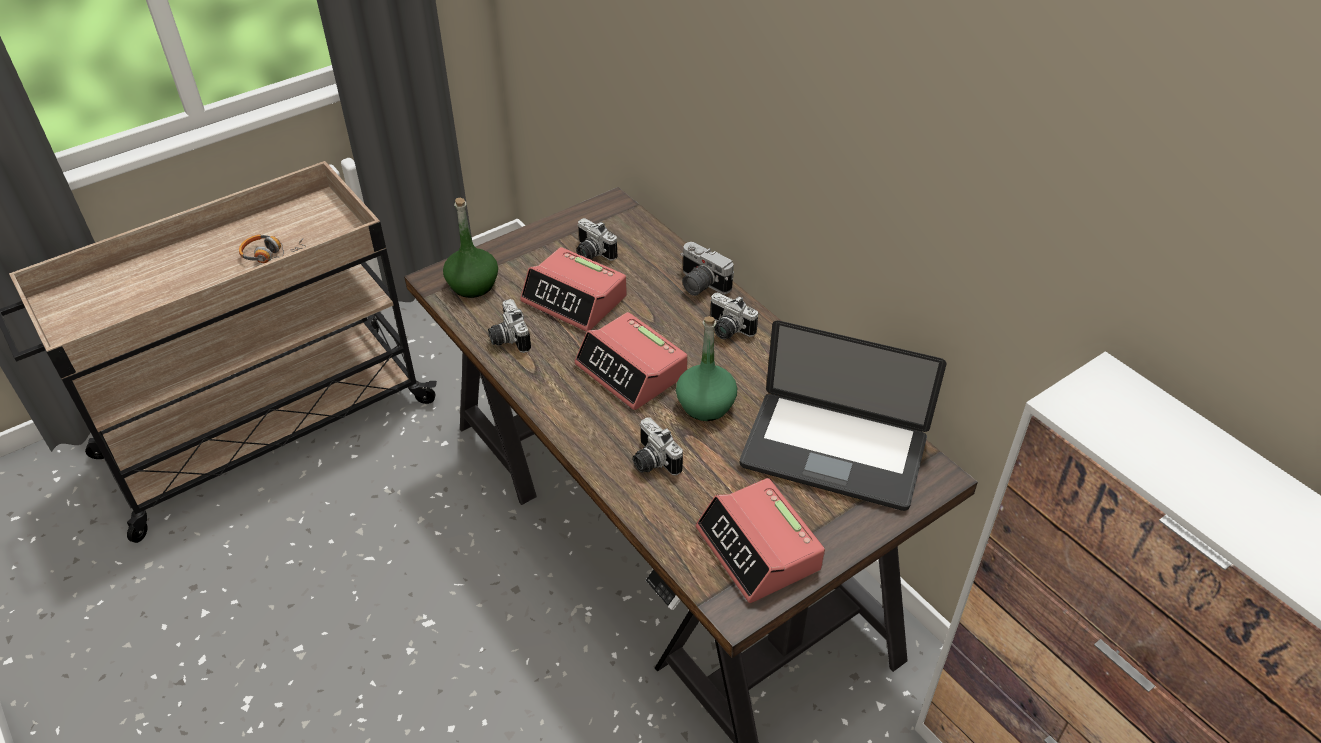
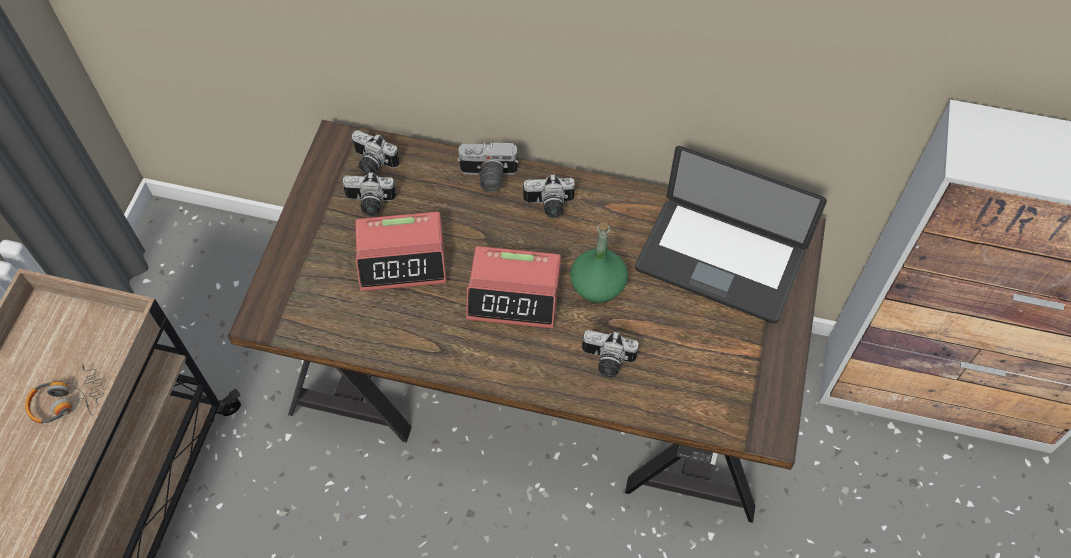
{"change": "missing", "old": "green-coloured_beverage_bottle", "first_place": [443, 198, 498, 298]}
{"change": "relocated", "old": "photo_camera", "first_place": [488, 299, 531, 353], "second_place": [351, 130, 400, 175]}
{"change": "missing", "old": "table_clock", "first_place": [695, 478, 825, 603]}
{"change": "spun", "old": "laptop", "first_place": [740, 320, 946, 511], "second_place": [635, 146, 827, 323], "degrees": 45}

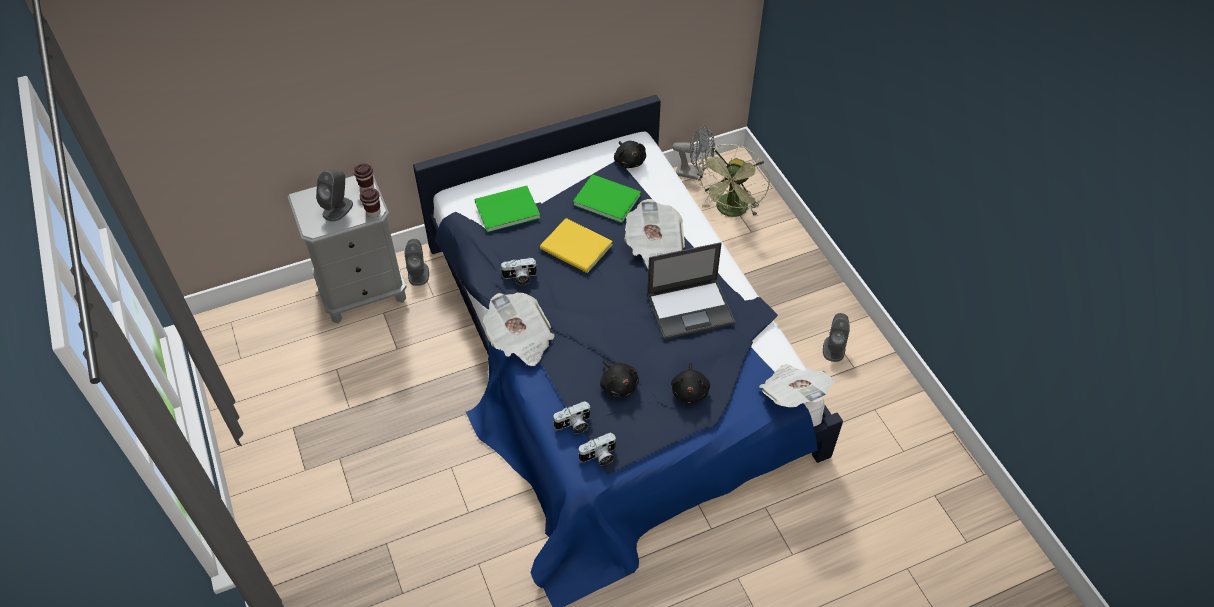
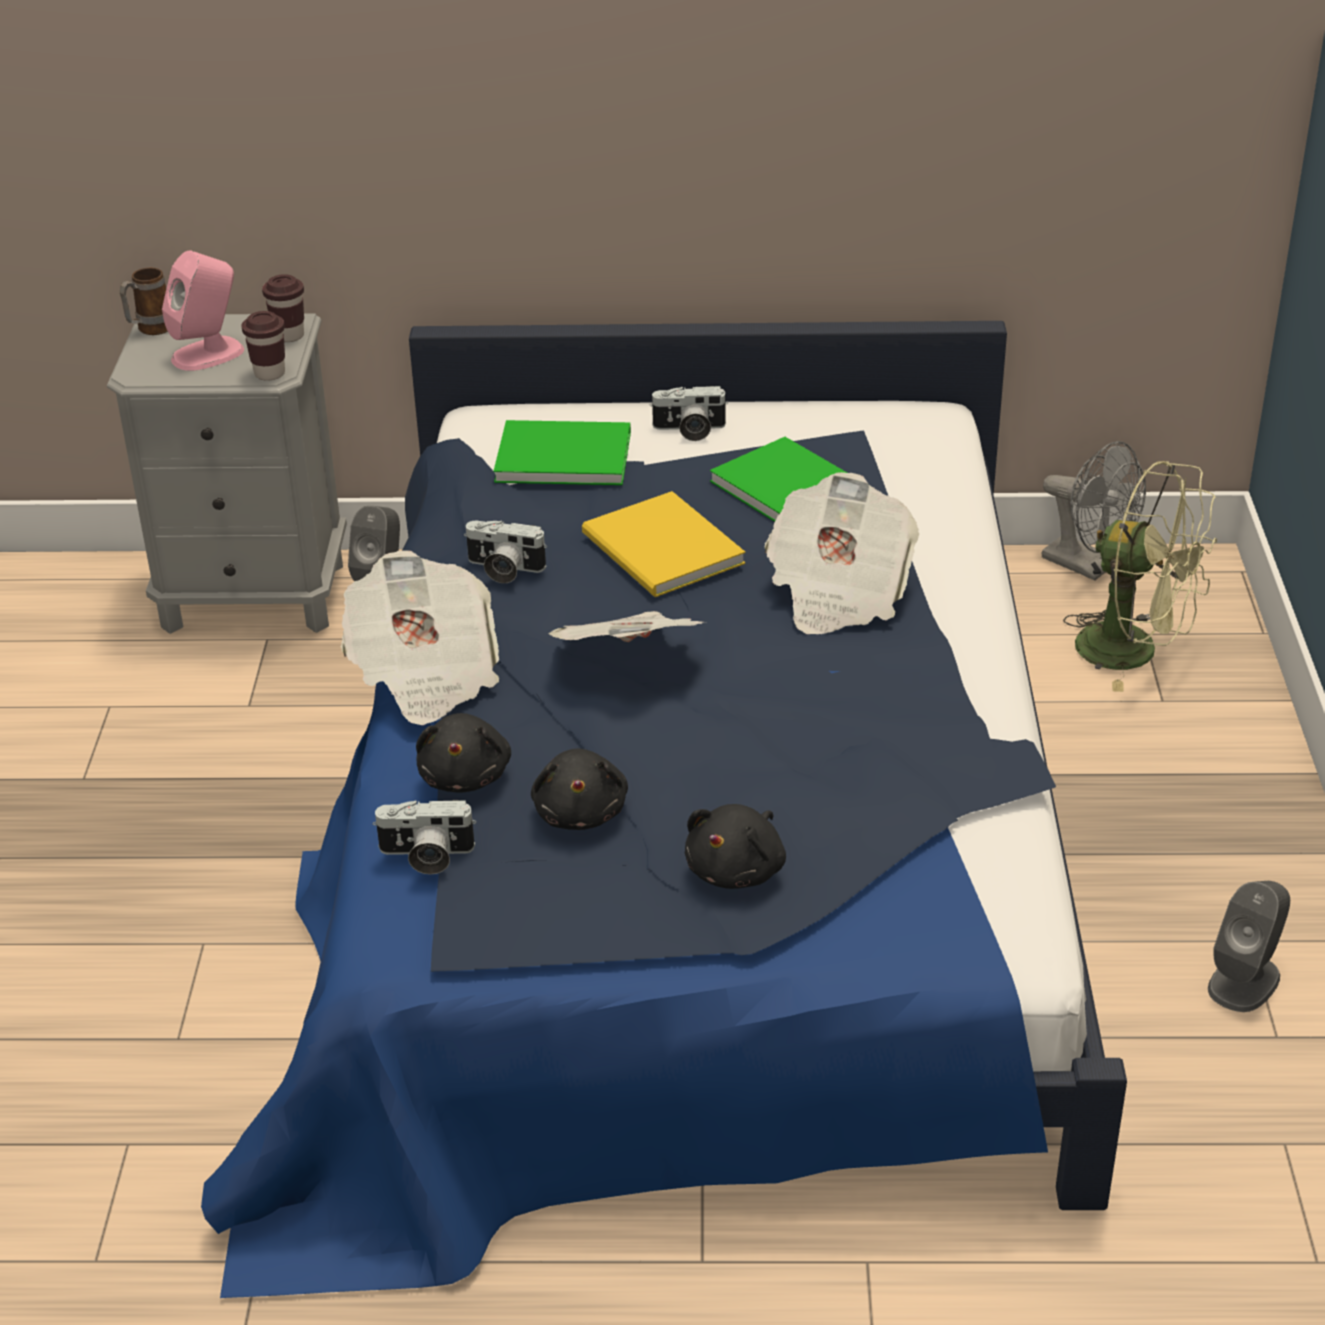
{"change": "colour", "old": "grey_speaker", "new": "pink-coloured_speaker", "first_place": [316, 169, 353, 222], "second_place": [162, 251, 244, 371]}
{"change": "relocated", "old": "photo_camera", "first_place": [578, 432, 616, 466], "second_place": [649, 386, 728, 441]}
{"change": "relocated", "old": "black_soft_toy", "first_place": [614, 141, 646, 168], "second_place": [416, 713, 511, 793]}
{"change": "missing", "old": "laptop", "first_place": [647, 242, 735, 340]}
{"change": "spun", "old": "green-coloured_cooling_fan", "first_place": [695, 144, 770, 217], "second_place": [1063, 461, 1217, 692], "degrees": -105}
{"change": "relocated", "old": "newspaper", "first_place": [759, 364, 835, 407], "second_place": [549, 611, 704, 642]}
{"change": "appeared", "new": "mug", "second_place": [120, 268, 168, 335]}

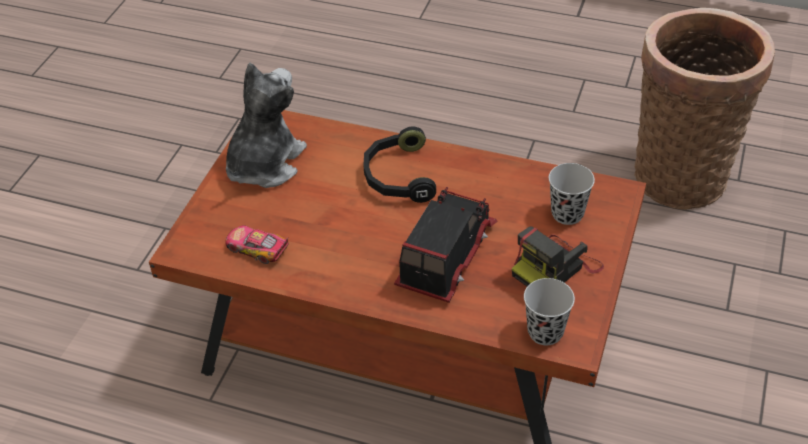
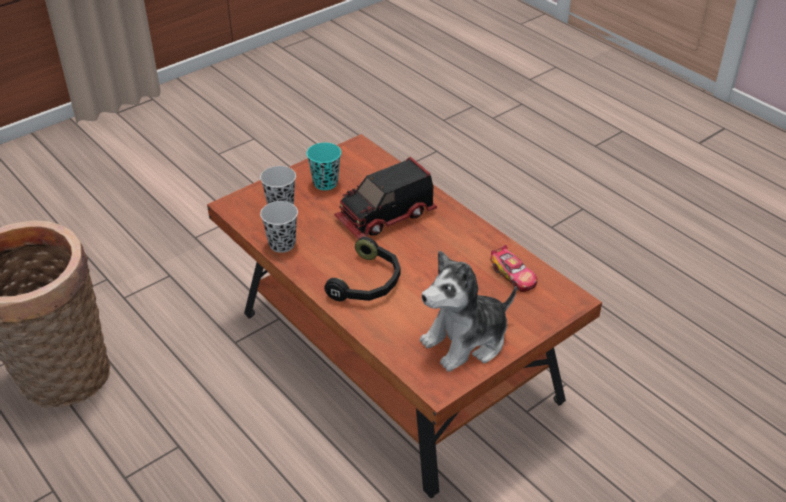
{"change": "exchanged", "old": "photo_camera", "new": "blue-green_cup", "first_place": [512, 226, 604, 286], "second_place": [307, 143, 341, 190]}
{"change": "relocated", "old": "black_cup", "first_place": [524, 278, 575, 345], "second_place": [260, 201, 298, 253]}

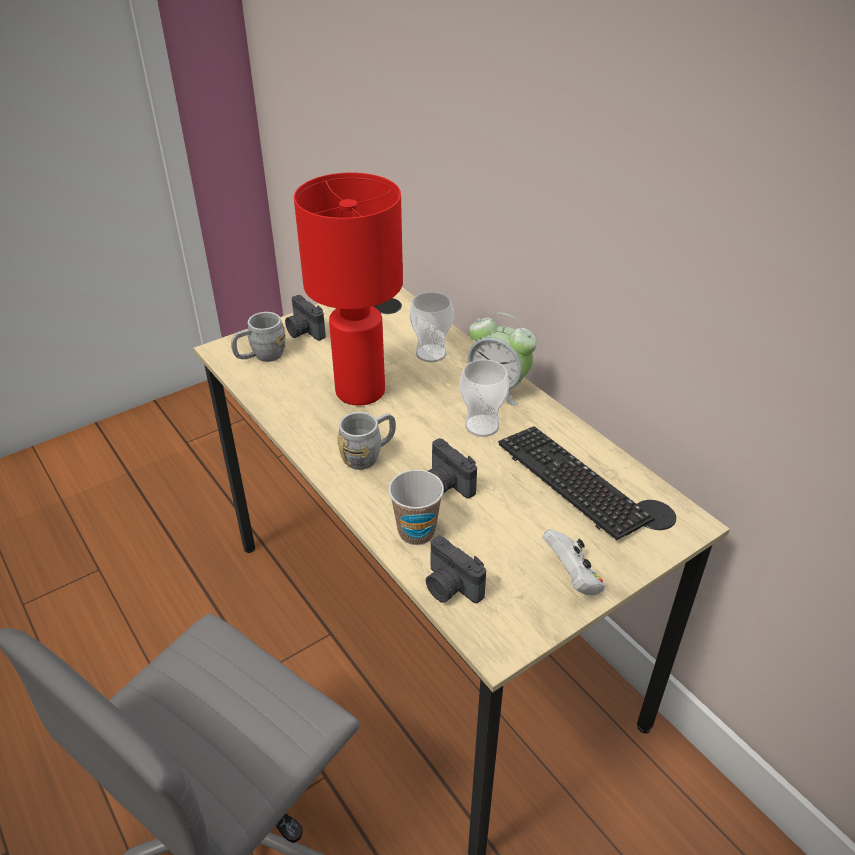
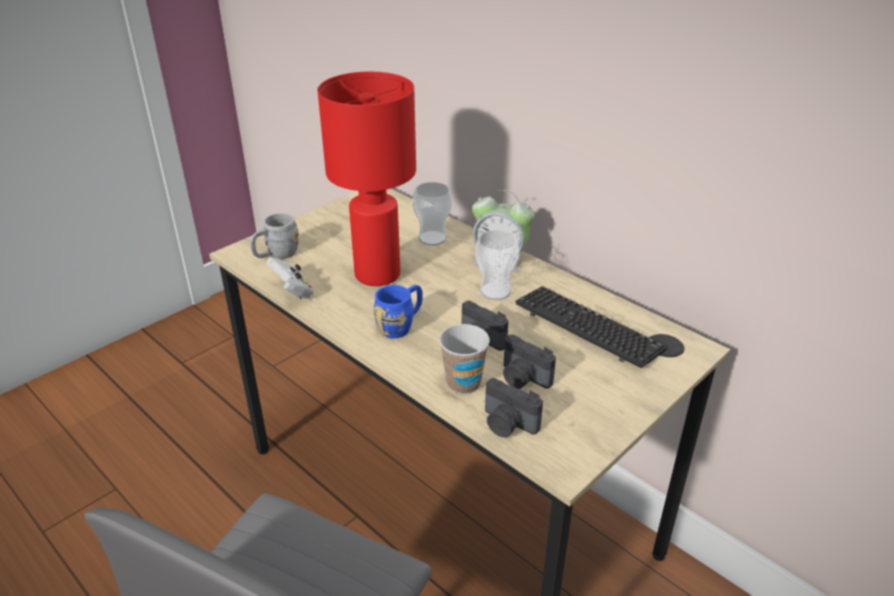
{"change": "relocated", "old": "photo_camera", "first_place": [285, 295, 326, 340], "second_place": [503, 335, 556, 389]}
{"change": "colour", "old": "grey_mug", "new": "blue-coloured_mug", "first_place": [337, 412, 396, 470], "second_place": [373, 285, 423, 338]}
{"change": "relocated", "old": "white_game_controller", "first_place": [542, 529, 605, 595], "second_place": [266, 257, 314, 299]}

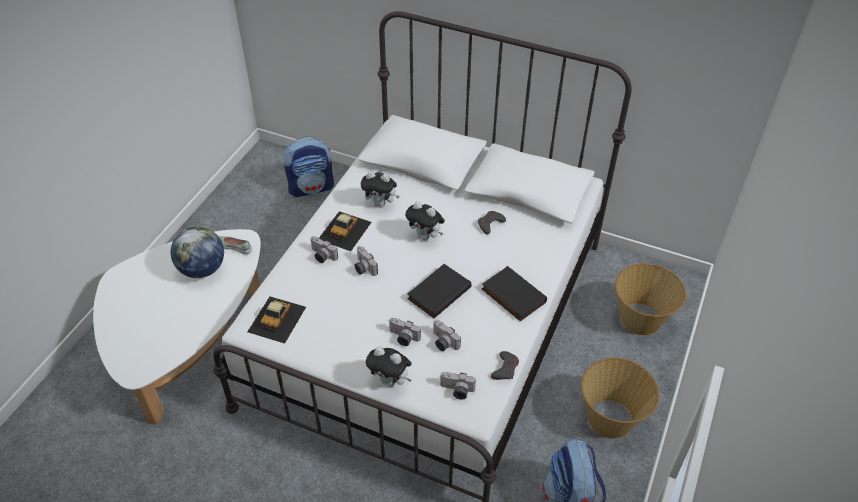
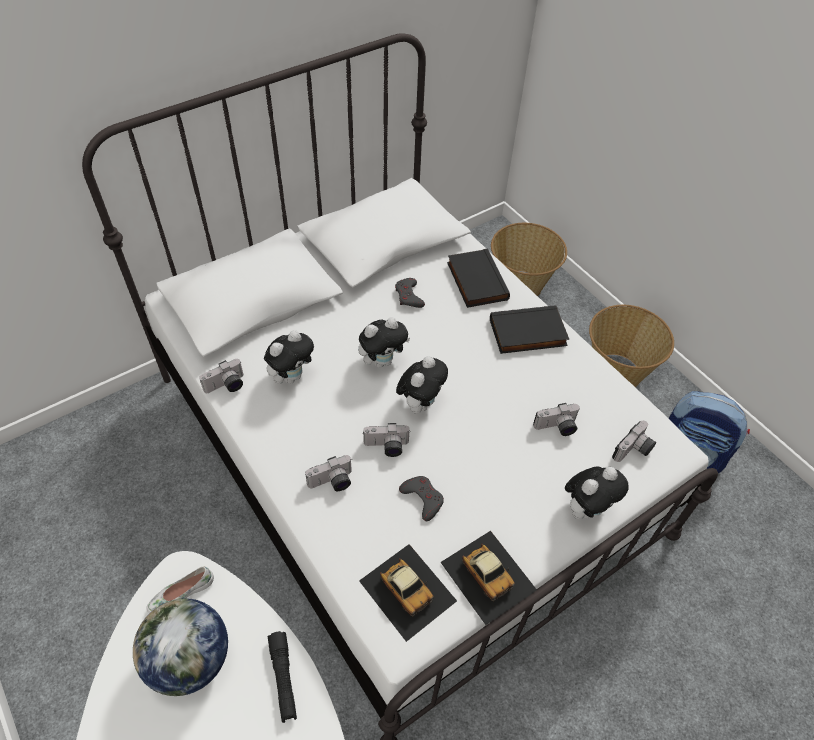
{"change": "missing", "old": "backpack", "first_place": [284, 137, 334, 197]}
{"change": "relocated", "old": "toy_car", "first_place": [319, 211, 372, 251], "second_place": [441, 531, 537, 625]}
{"change": "relocated", "old": "photo_camera", "first_place": [389, 318, 421, 346], "second_place": [199, 359, 243, 393]}
{"change": "relocated", "old": "black_bound_book", "first_place": [407, 264, 472, 318], "second_place": [447, 248, 510, 308]}
{"change": "relocated", "old": "grey_game_controller", "first_place": [491, 351, 519, 380], "second_place": [399, 476, 444, 521]}
{"change": "appeared", "new": "black_flashlight", "second_place": [268, 631, 297, 723]}
{"change": "appeared", "new": "soft_toy", "second_place": [396, 356, 448, 414]}

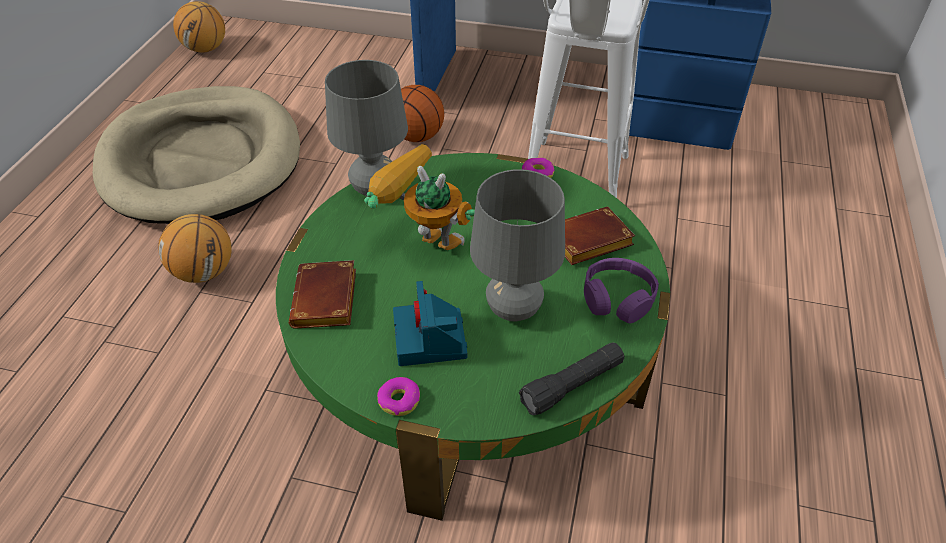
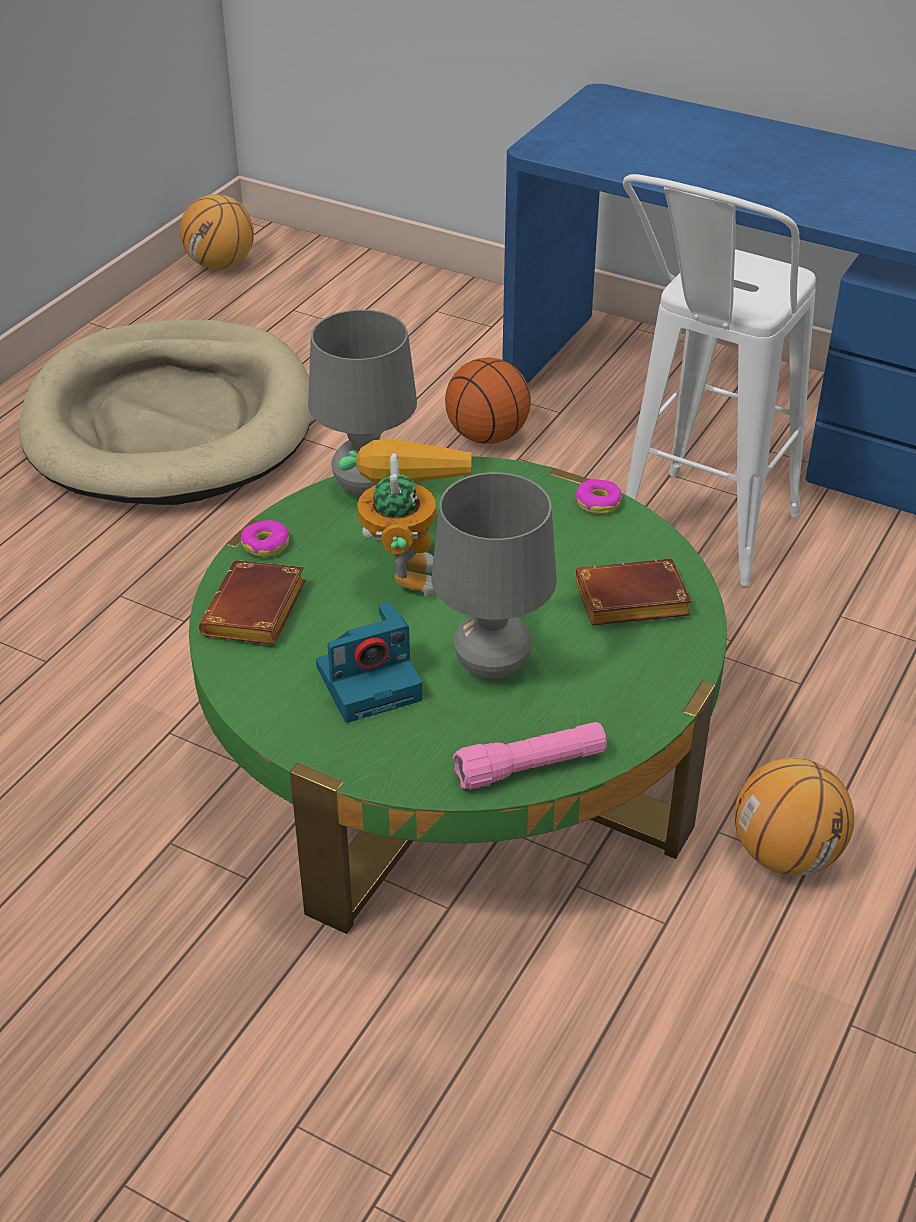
{"change": "relocated", "old": "ball_for_basketball", "first_place": [158, 214, 232, 283], "second_place": [735, 758, 854, 876]}
{"change": "spun", "old": "toy_robot", "first_place": [364, 144, 475, 250], "second_place": [339, 439, 472, 597], "degrees": 45}
{"change": "relocated", "old": "ring_doughnut", "first_place": [377, 377, 420, 416], "second_place": [240, 520, 289, 557]}
{"change": "spun", "old": "photo_camera", "first_place": [393, 281, 467, 366], "second_place": [316, 602, 422, 723], "degrees": -120}
{"change": "colour", "old": "black_flashlight", "new": "pink-coloured_flashlight", "first_place": [519, 342, 624, 415], "second_place": [453, 722, 607, 790]}
{"change": "missing", "old": "purple-coloured_pair_of_headphones", "first_place": [584, 258, 659, 323]}

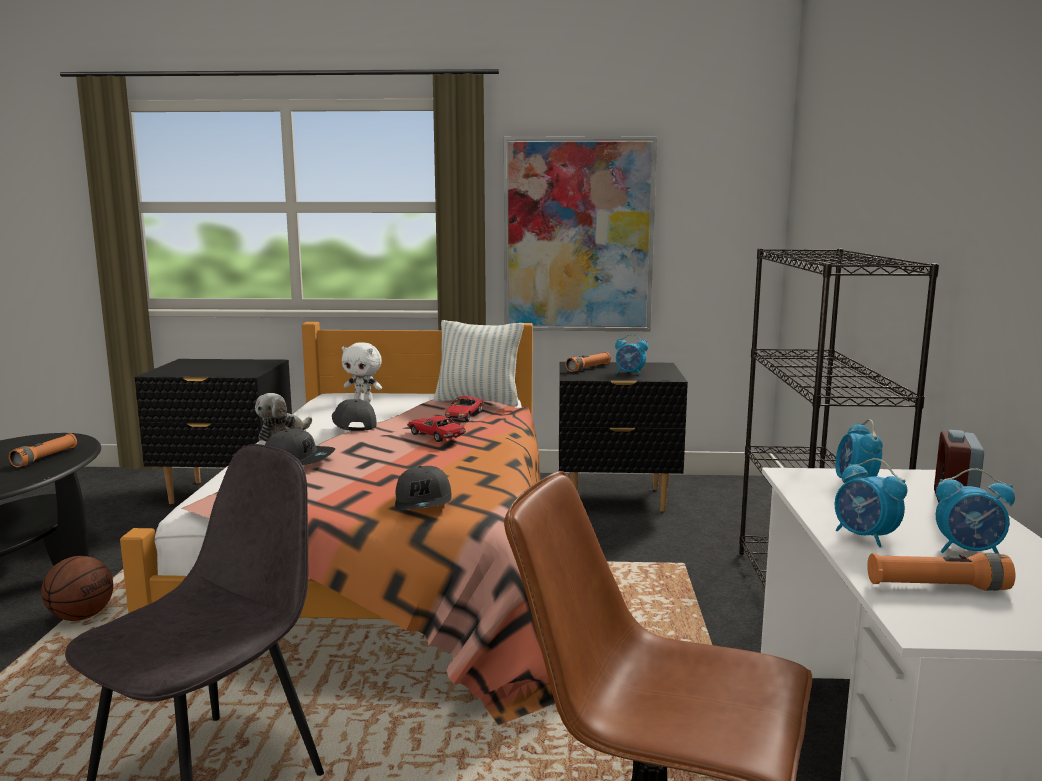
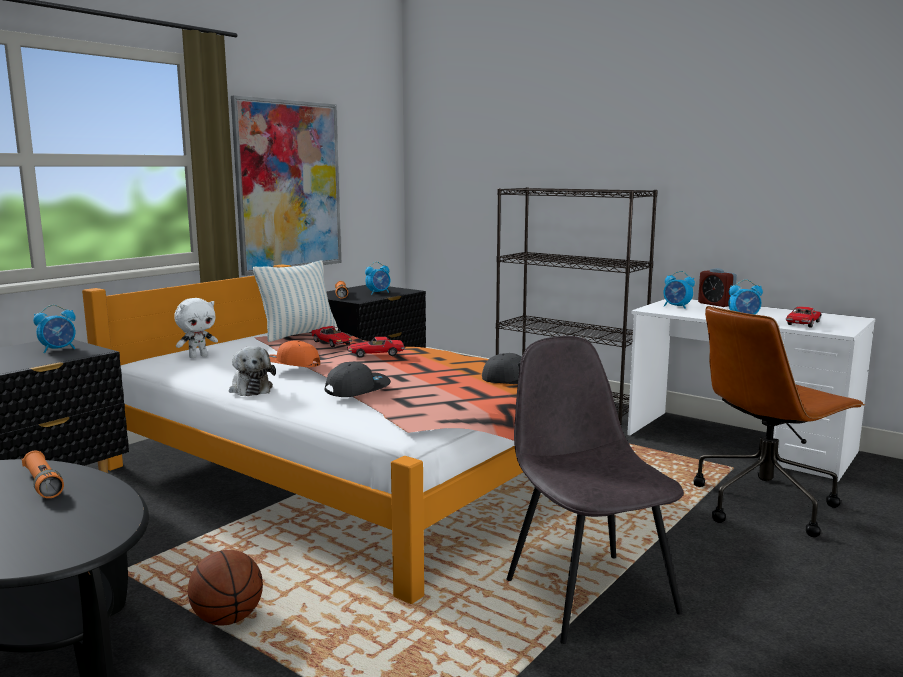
{"change": "colour", "old": "grey_cap", "new": "orangey_cap", "first_place": [332, 399, 377, 431], "second_place": [269, 340, 320, 367]}
{"change": "exchanged", "old": "orangey_flashlight", "new": "toy_car", "first_place": [867, 553, 1015, 591], "second_place": [786, 306, 822, 328]}
{"change": "relocated", "old": "table_clock", "first_place": [936, 468, 1015, 554], "second_place": [33, 305, 76, 353]}

